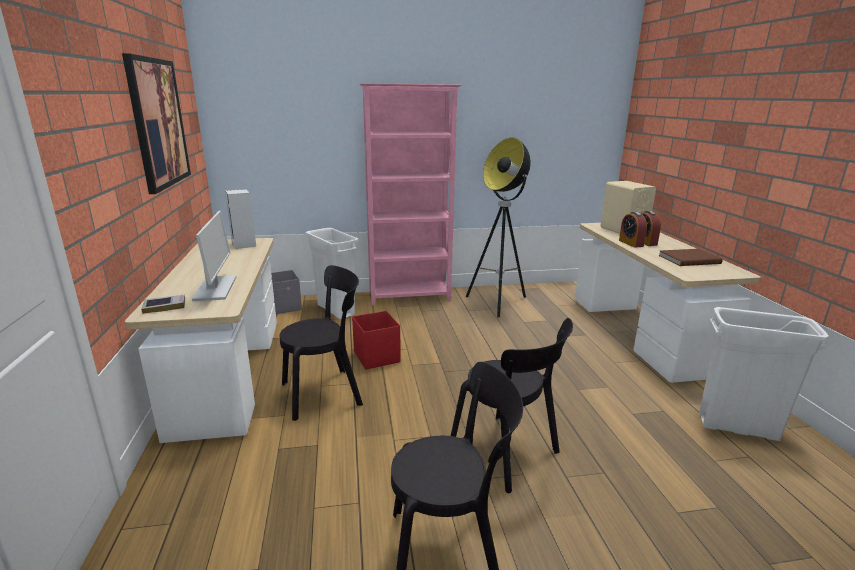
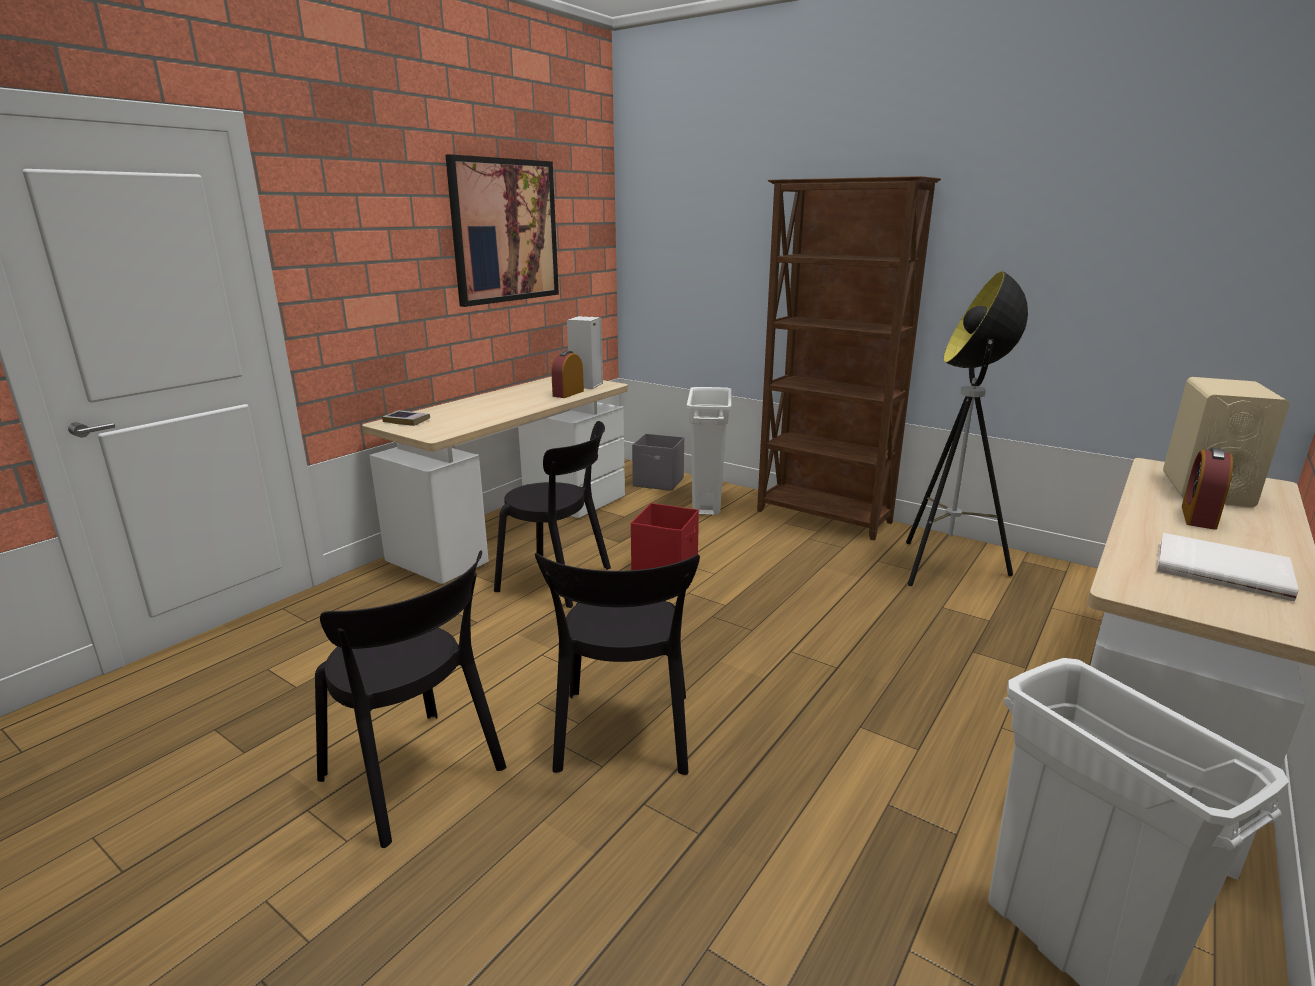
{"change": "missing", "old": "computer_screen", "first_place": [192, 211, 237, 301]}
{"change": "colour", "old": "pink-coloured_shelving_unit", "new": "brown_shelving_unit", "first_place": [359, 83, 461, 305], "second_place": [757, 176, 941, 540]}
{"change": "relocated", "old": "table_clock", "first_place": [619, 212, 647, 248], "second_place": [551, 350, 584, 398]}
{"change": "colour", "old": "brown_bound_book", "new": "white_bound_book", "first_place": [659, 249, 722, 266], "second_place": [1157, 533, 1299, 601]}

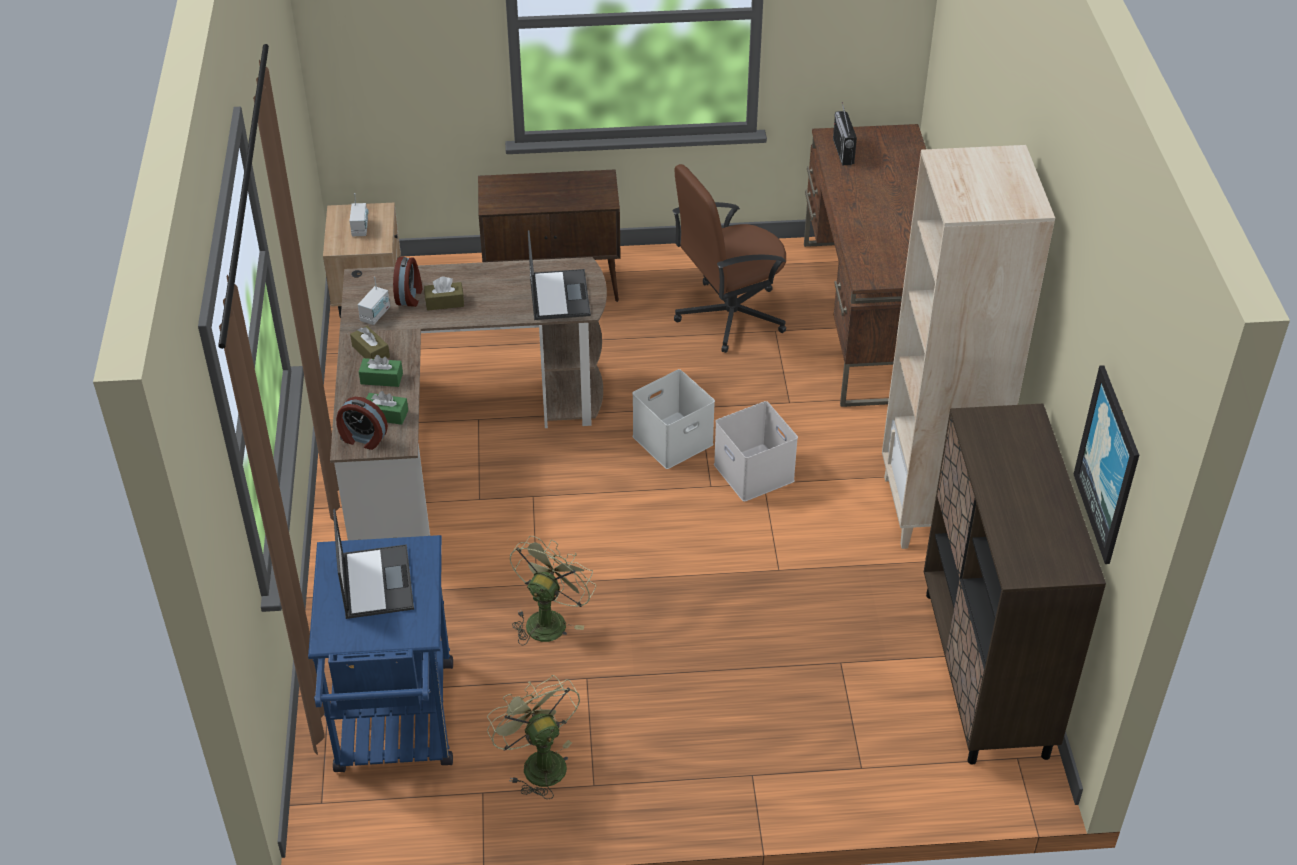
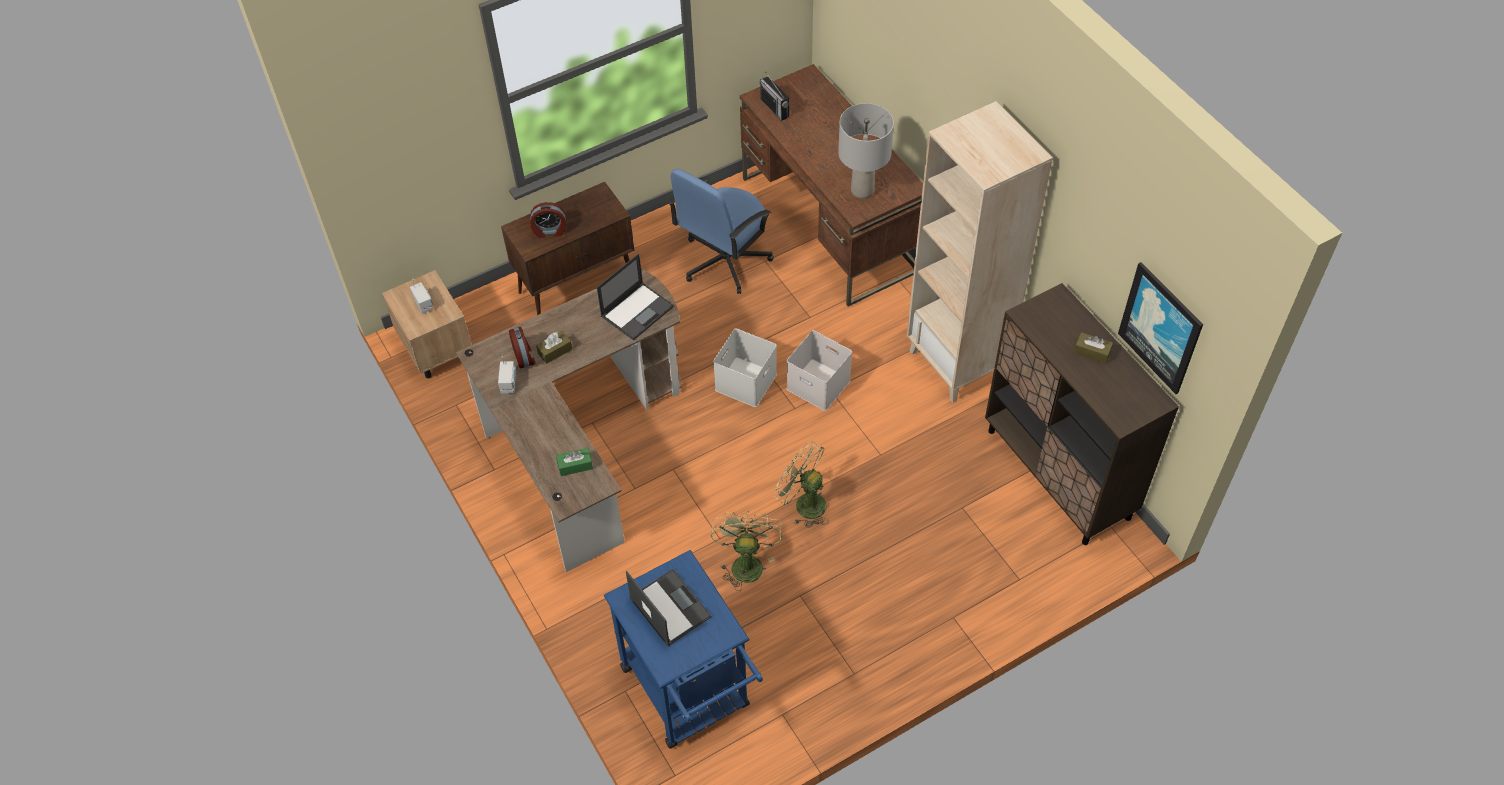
{"change": "relocated", "old": "table_clock", "first_place": [336, 397, 388, 450], "second_place": [530, 202, 566, 238]}
{"change": "relocated", "old": "brown_tissue_box", "first_place": [350, 326, 390, 359], "second_place": [1074, 332, 1113, 364]}
{"change": "missing", "old": "green-coloured_tissue_box", "first_place": [359, 355, 403, 387]}
{"change": "relocated", "old": "green-coloured_cooling_fan", "first_place": [487, 675, 580, 799], "second_place": [774, 442, 828, 528]}
{"change": "spun", "old": "laptop", "first_place": [528, 230, 591, 320], "second_place": [597, 254, 674, 341], "degrees": 75}
{"change": "colour", "old": "brown_office_chair", "new": "blue-coloured_office_chair", "first_place": [672, 164, 786, 353], "second_place": [668, 169, 774, 294]}
{"change": "appeared", "new": "grey_lamp_for_a_table", "second_place": [838, 103, 894, 199]}

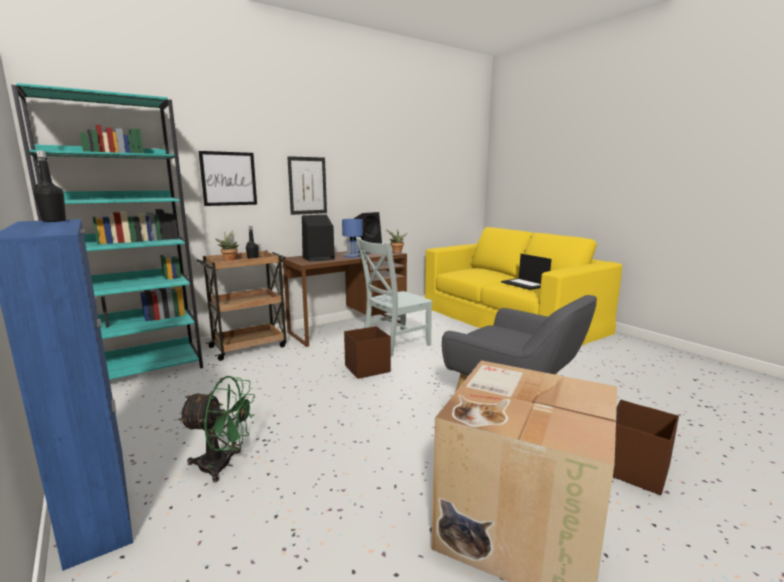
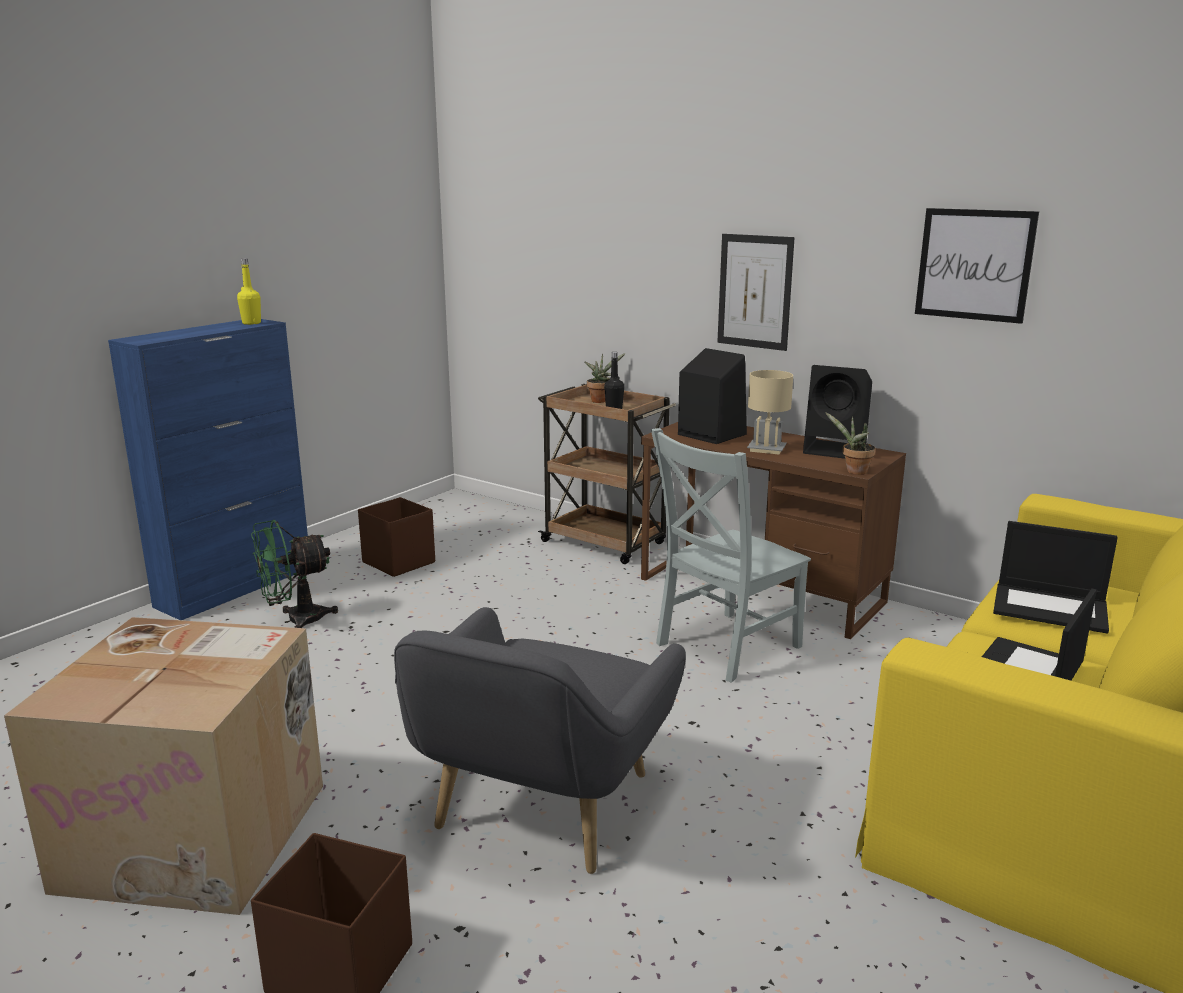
{"change": "missing", "old": "blue-green_shelving_unit", "first_place": [11, 83, 203, 380]}
{"change": "colour", "old": "black_beverage_bottle", "new": "yellow_beverage_bottle", "first_place": [34, 151, 66, 222], "second_place": [237, 258, 261, 325]}
{"change": "spun", "old": "green-coloured_cooling_fan", "first_place": [178, 376, 255, 483], "second_place": [251, 520, 338, 628], "degrees": 75}
{"change": "relocated", "old": "wall_art", "first_place": [199, 151, 257, 206], "second_place": [915, 208, 1039, 324]}
{"change": "colour", "old": "blue-coloured_lamp_for_a_table", "new": "beige-coloured_lamp_for_a_table", "first_place": [342, 219, 363, 258], "second_place": [747, 370, 793, 454]}
{"change": "relocated", "old": "brown_storage_bin", "first_place": [344, 326, 391, 379], "second_place": [358, 497, 435, 577]}
{"change": "spun", "old": "grey_upright_chair", "first_place": [356, 237, 433, 357], "second_place": [651, 428, 811, 683], "degrees": -75}
{"change": "appeared", "new": "laptop", "second_place": [993, 521, 1118, 634]}

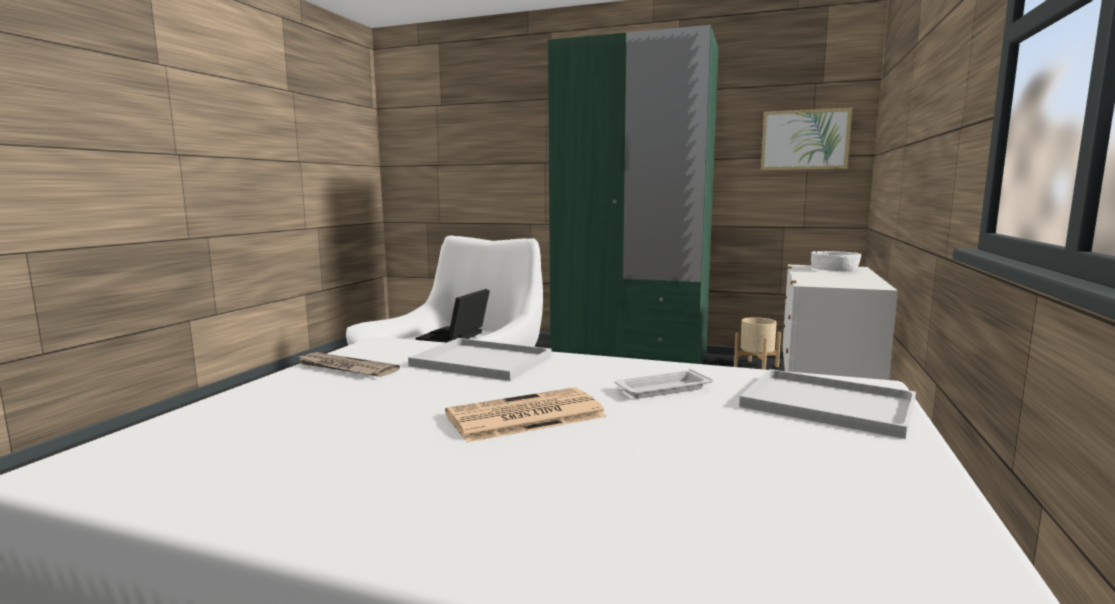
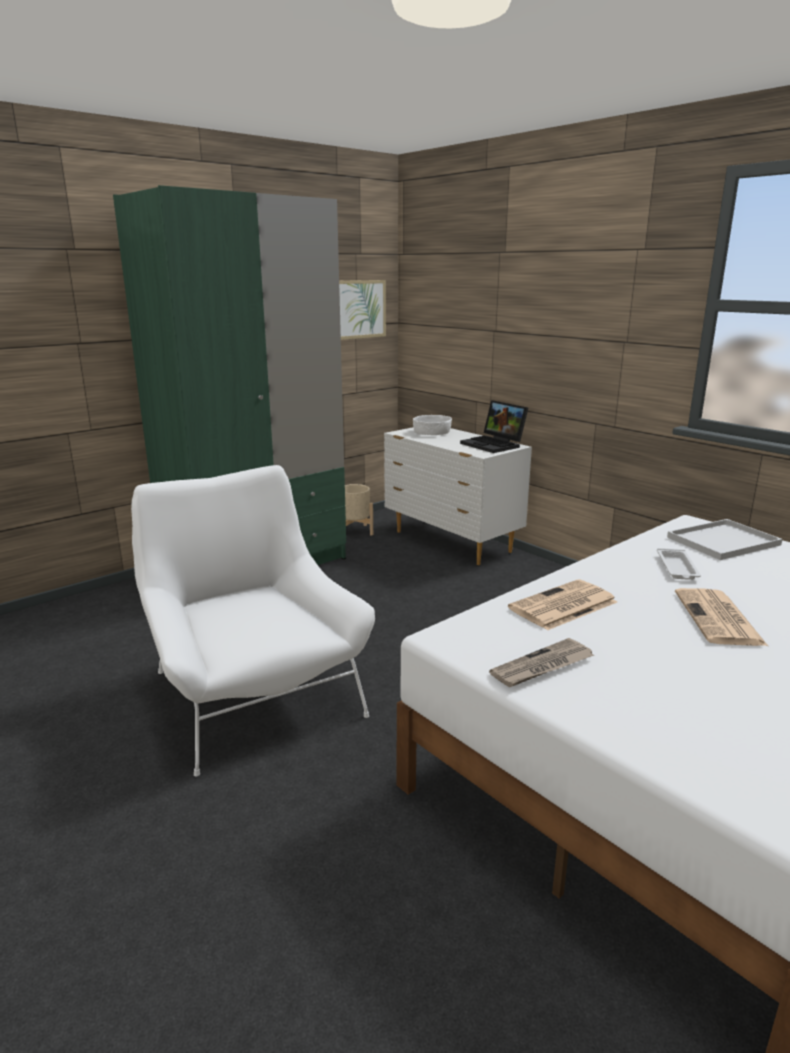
{"change": "exchanged", "old": "white_serving_tray", "new": "newspaper", "first_place": [408, 338, 552, 381], "second_place": [508, 580, 617, 630]}
{"change": "relocated", "old": "laptop", "first_place": [416, 289, 490, 343], "second_place": [460, 400, 528, 453]}

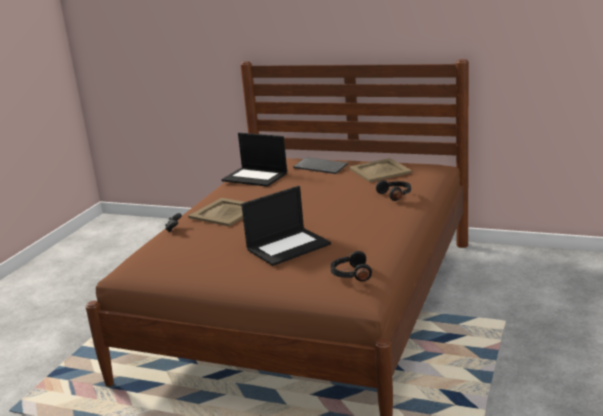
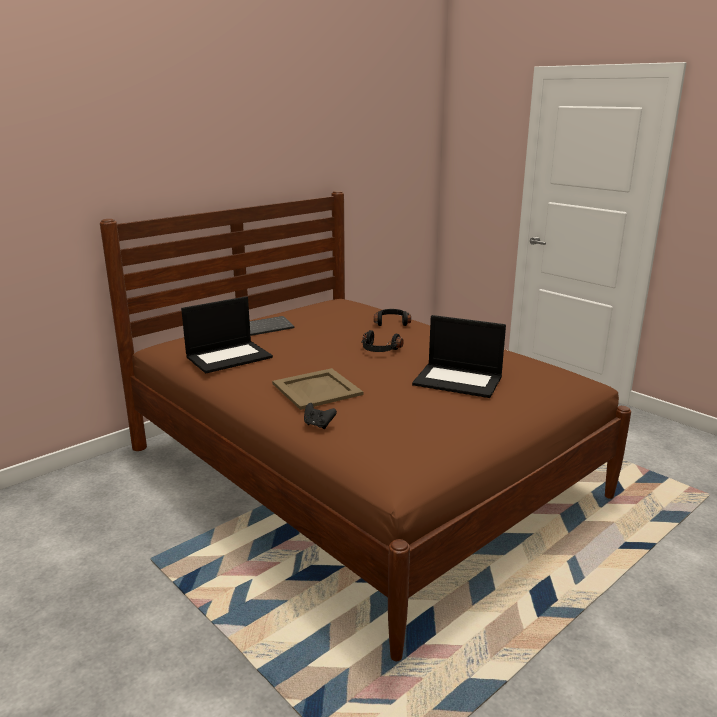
{"change": "spun", "old": "laptop", "first_place": [241, 186, 331, 266], "second_place": [412, 315, 506, 398], "degrees": 120}
{"change": "relocated", "old": "black_pair_of_headphones", "first_place": [330, 251, 372, 281], "second_place": [361, 330, 404, 352]}
{"change": "missing", "old": "beige-coloured_serving_tray", "first_place": [349, 158, 412, 182]}

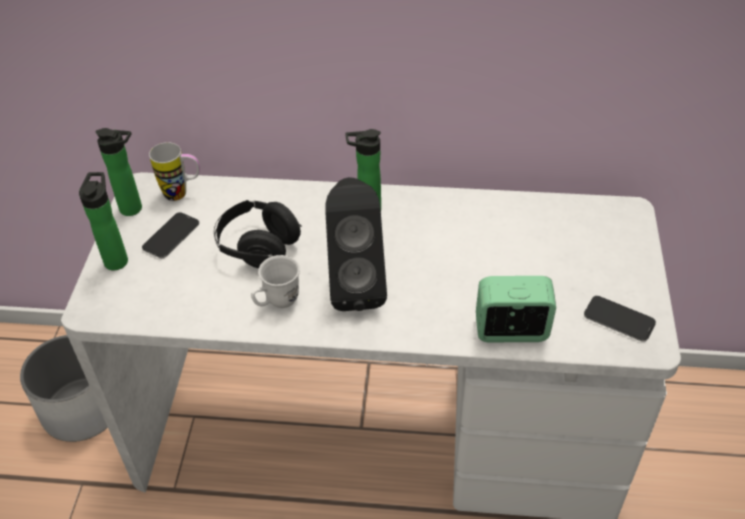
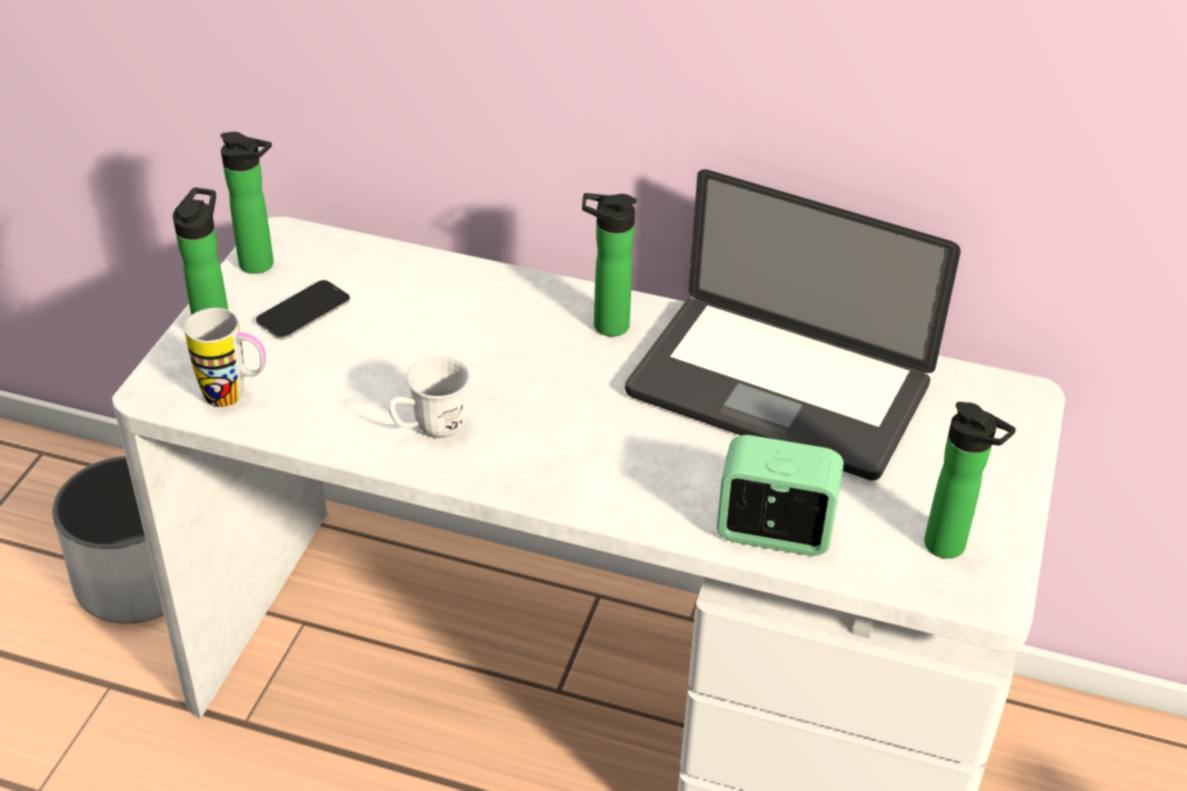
{"change": "relocated", "old": "mug", "first_place": [149, 142, 200, 201], "second_place": [184, 308, 266, 407]}
{"change": "missing", "old": "black_pair_of_headphones", "first_place": [214, 200, 302, 268]}
{"change": "missing", "old": "black_speaker", "first_place": [325, 177, 387, 311]}
{"change": "exchanged", "old": "telephone", "new": "beverage_bottle", "first_place": [584, 296, 656, 342], "second_place": [924, 402, 1016, 559]}
{"change": "appeared", "new": "laptop", "second_place": [625, 169, 961, 480]}

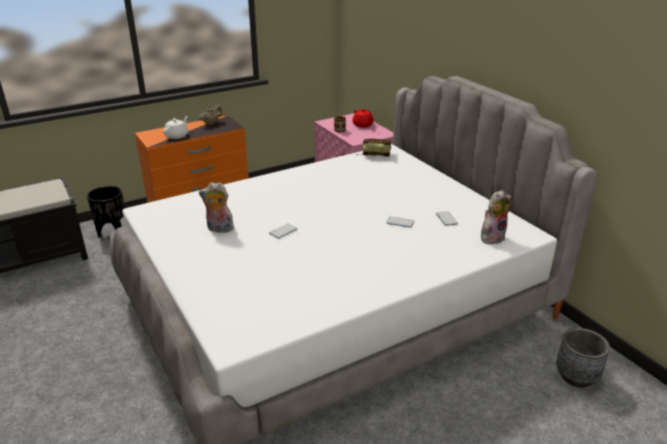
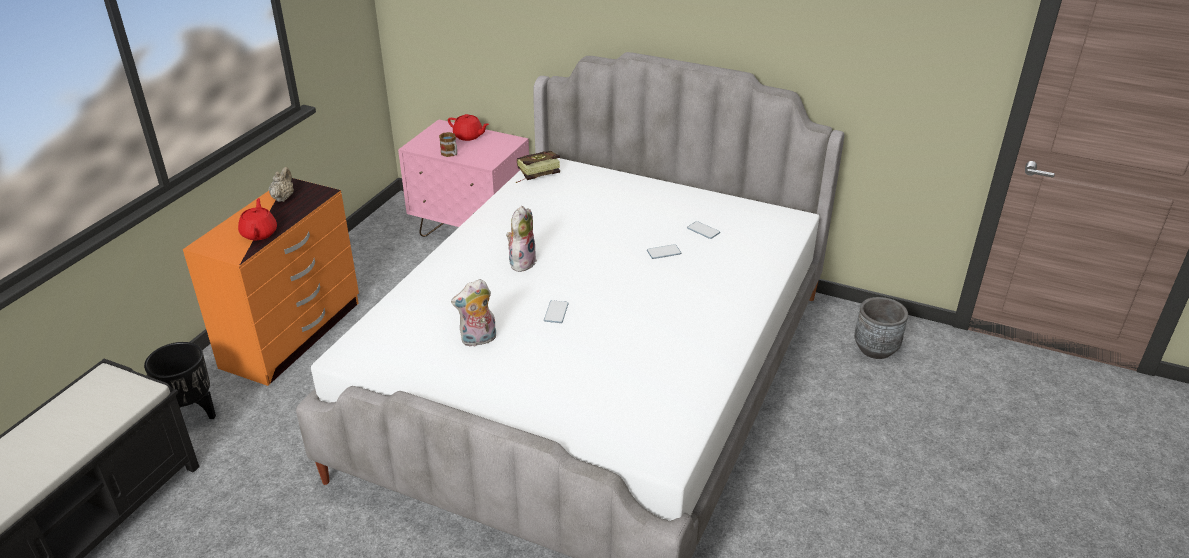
{"change": "colour", "old": "white_tea_pot", "new": "red-coloured_tea_pot", "first_place": [163, 116, 188, 139], "second_place": [238, 198, 277, 240]}
{"change": "relocated", "old": "soft_toy", "first_place": [481, 190, 512, 245], "second_place": [504, 206, 537, 272]}

